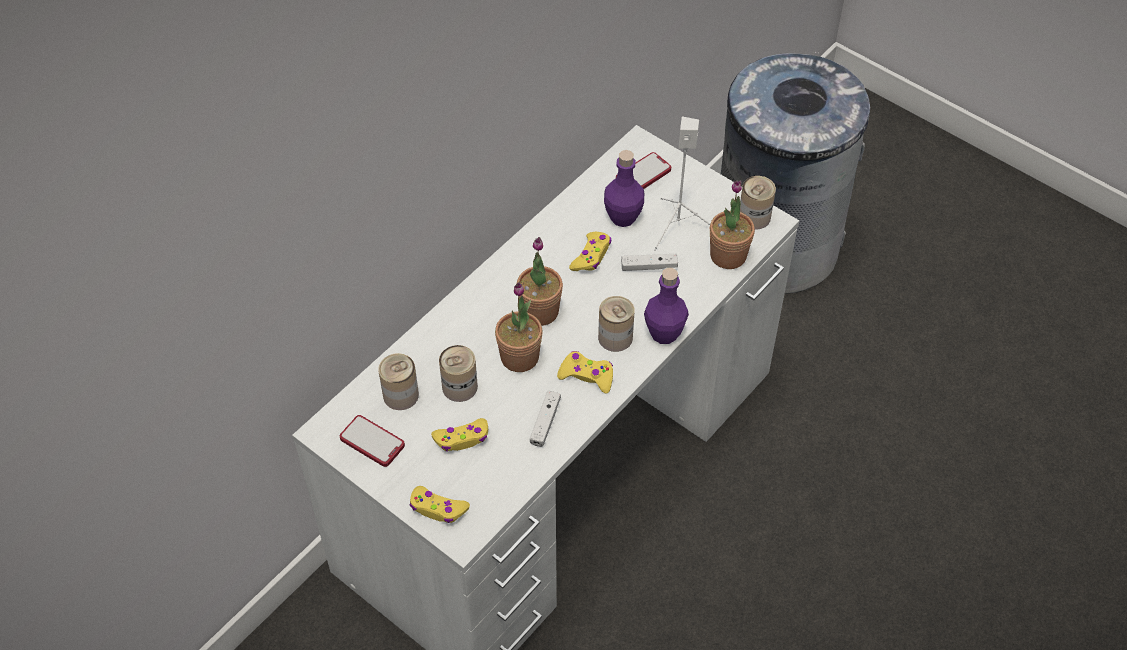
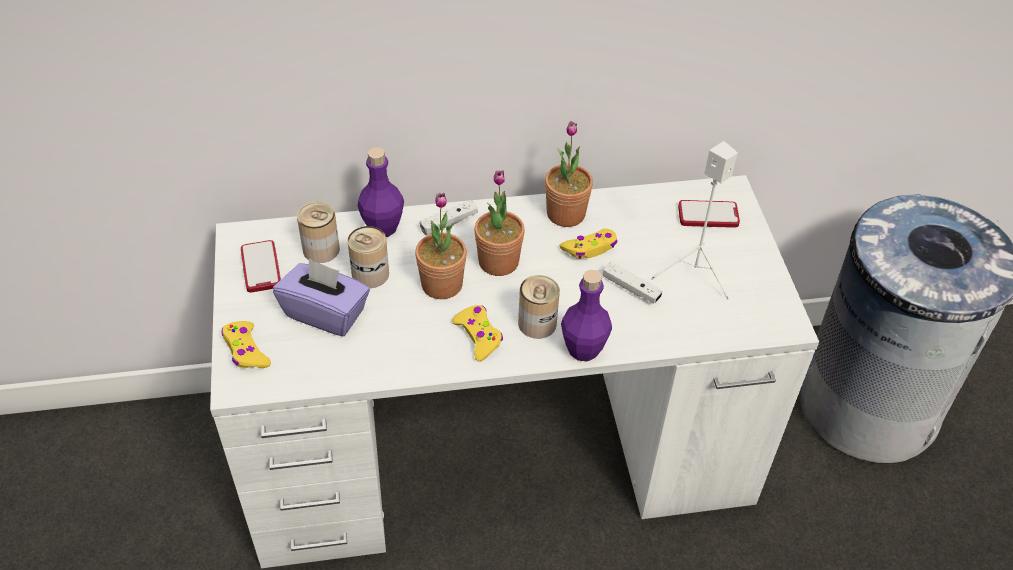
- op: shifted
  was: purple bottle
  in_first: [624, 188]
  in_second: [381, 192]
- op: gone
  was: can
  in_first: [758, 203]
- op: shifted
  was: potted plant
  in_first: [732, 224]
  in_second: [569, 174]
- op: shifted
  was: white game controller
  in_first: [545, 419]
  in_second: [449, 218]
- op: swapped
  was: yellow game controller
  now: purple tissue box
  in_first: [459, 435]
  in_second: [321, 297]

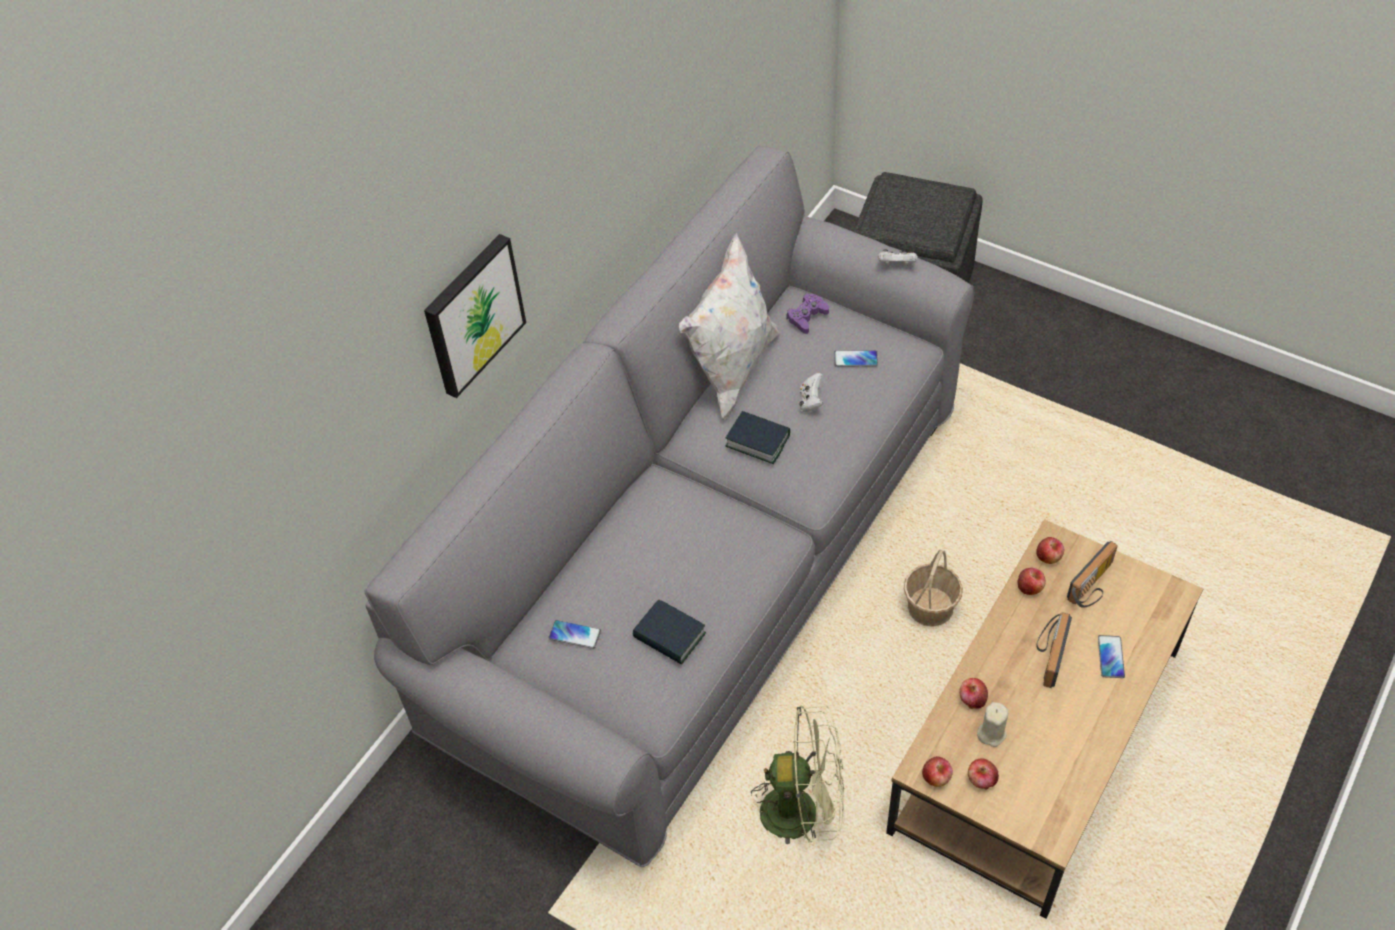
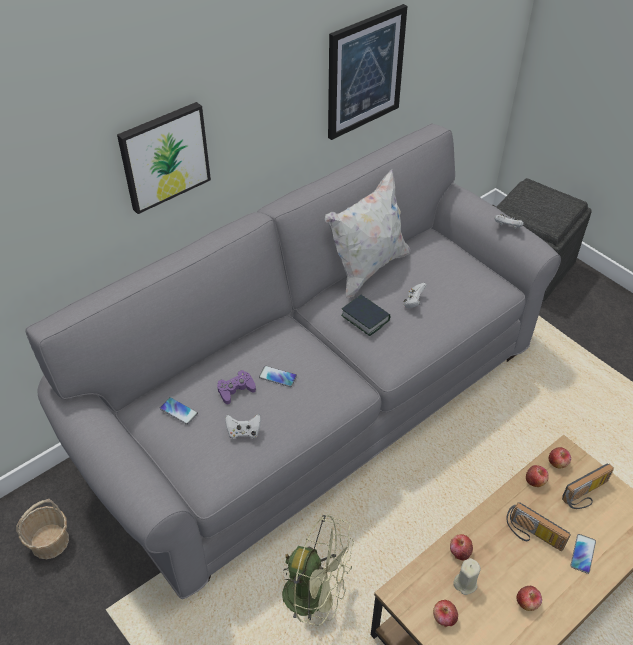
- op: shifted
  was: purple game controller
  in_first: [808, 313]
  in_second: [236, 387]
- op: shifted
  was: phone
  in_first: [856, 358]
  in_second: [278, 376]
- op: shifted
  was: basket
  in_first: [933, 588]
  in_second: [42, 529]
- op: swapped
  was: book
  now: white game controller
  in_first: [669, 632]
  in_second: [243, 426]
- op: rotated
  was: radio
  in_first: [1054, 650]
  in_second: [538, 526]
  clockwise: -90
- op: shifted
  was: apple
  in_first: [937, 771]
  in_second: [529, 598]
- op: new
  now: picture
  in_second: [367, 72]

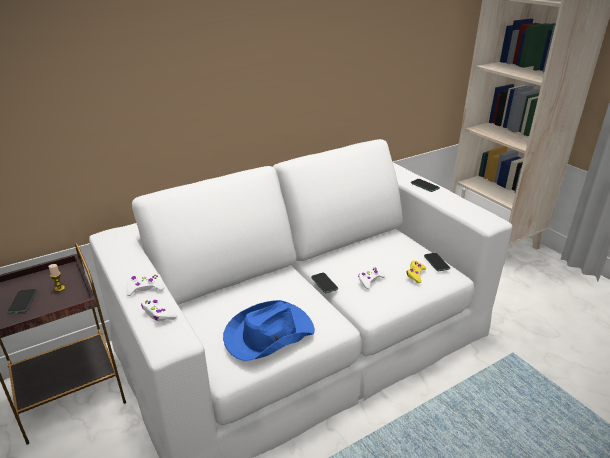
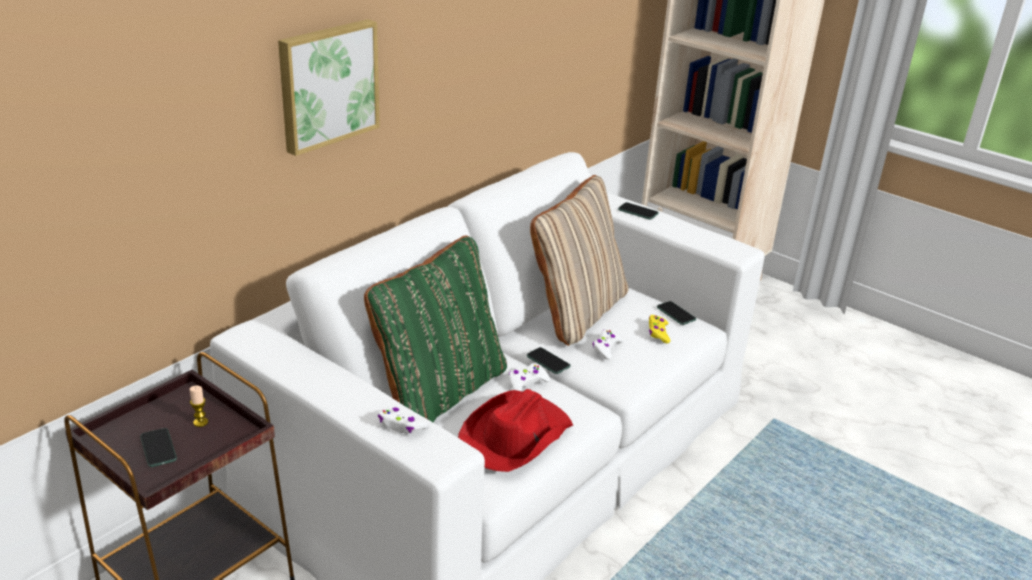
- op: shifted
  was: white game controller
  in_first: [145, 284]
  in_second: [529, 377]
- op: repainted
  was: blue hat
  now: red hat
  in_first: [269, 330]
  in_second: [515, 430]
- op: new
  now: picture
  in_second: [329, 87]
- op: new
  now: beige pillow
  in_second: [579, 260]
- op: new
  now: green pillow
  in_second: [435, 329]

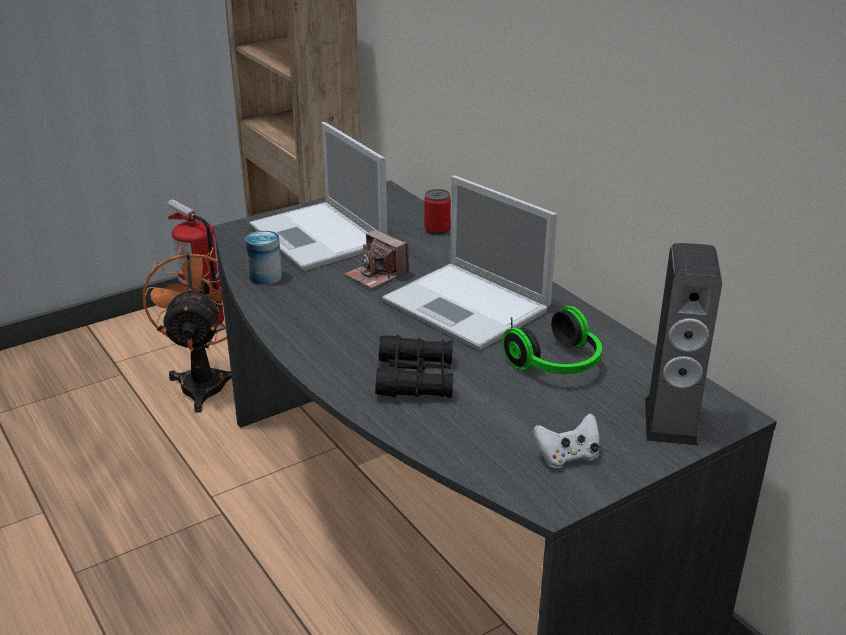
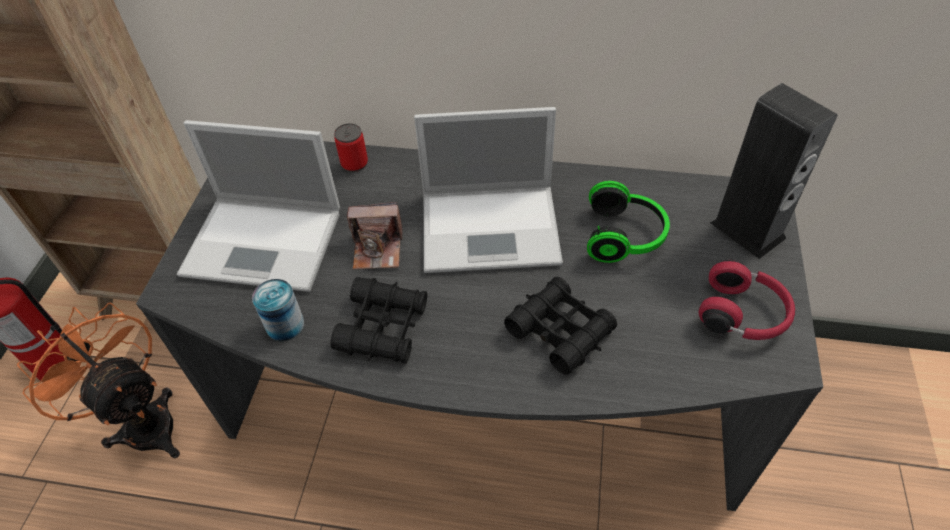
- op: swapped
  was: white game controller
  now: red headphones
  in_first: [566, 441]
  in_second: [747, 300]
- op: new
  now: black binoculars
  in_second: [379, 320]

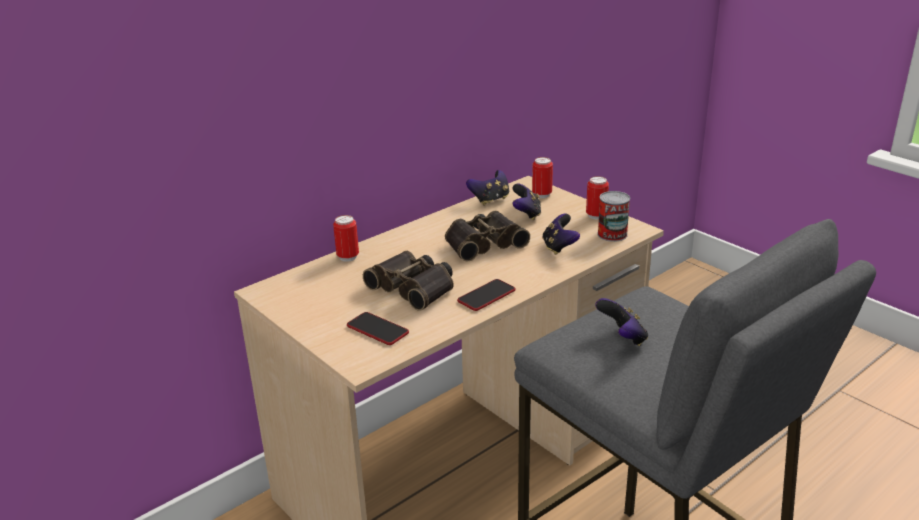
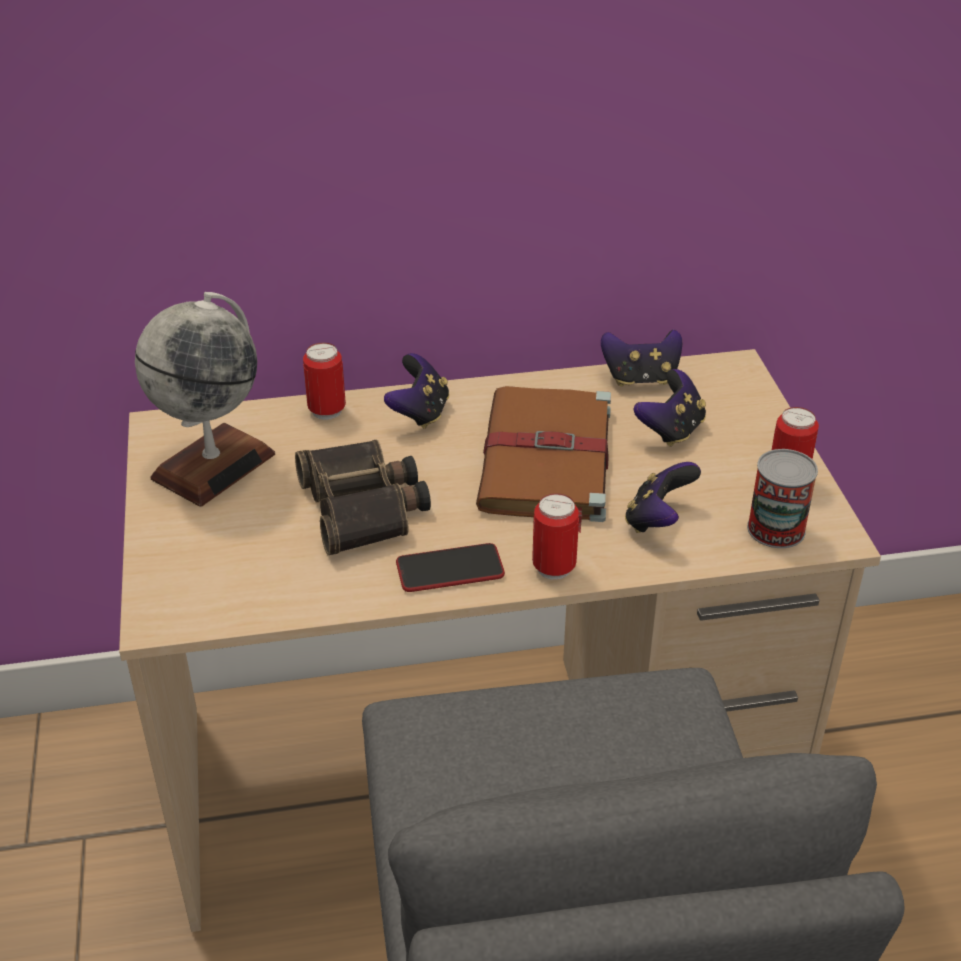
- op: shifted
  was: can
  in_first: [542, 177]
  in_second: [555, 536]
- op: swapped
  was: binoculars
  now: brown book
  in_first: [487, 236]
  in_second: [543, 459]
- op: shifted
  was: game controller
  in_first: [621, 322]
  in_second: [416, 391]
- op: gone
  was: phone
  in_first: [378, 328]
- op: new
  now: globe
  in_second: [205, 399]

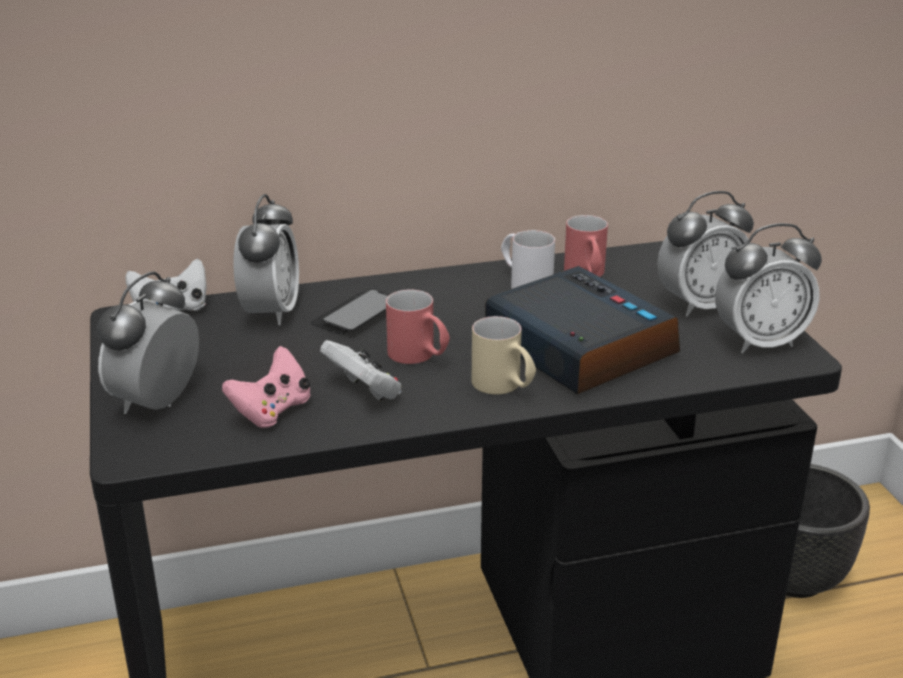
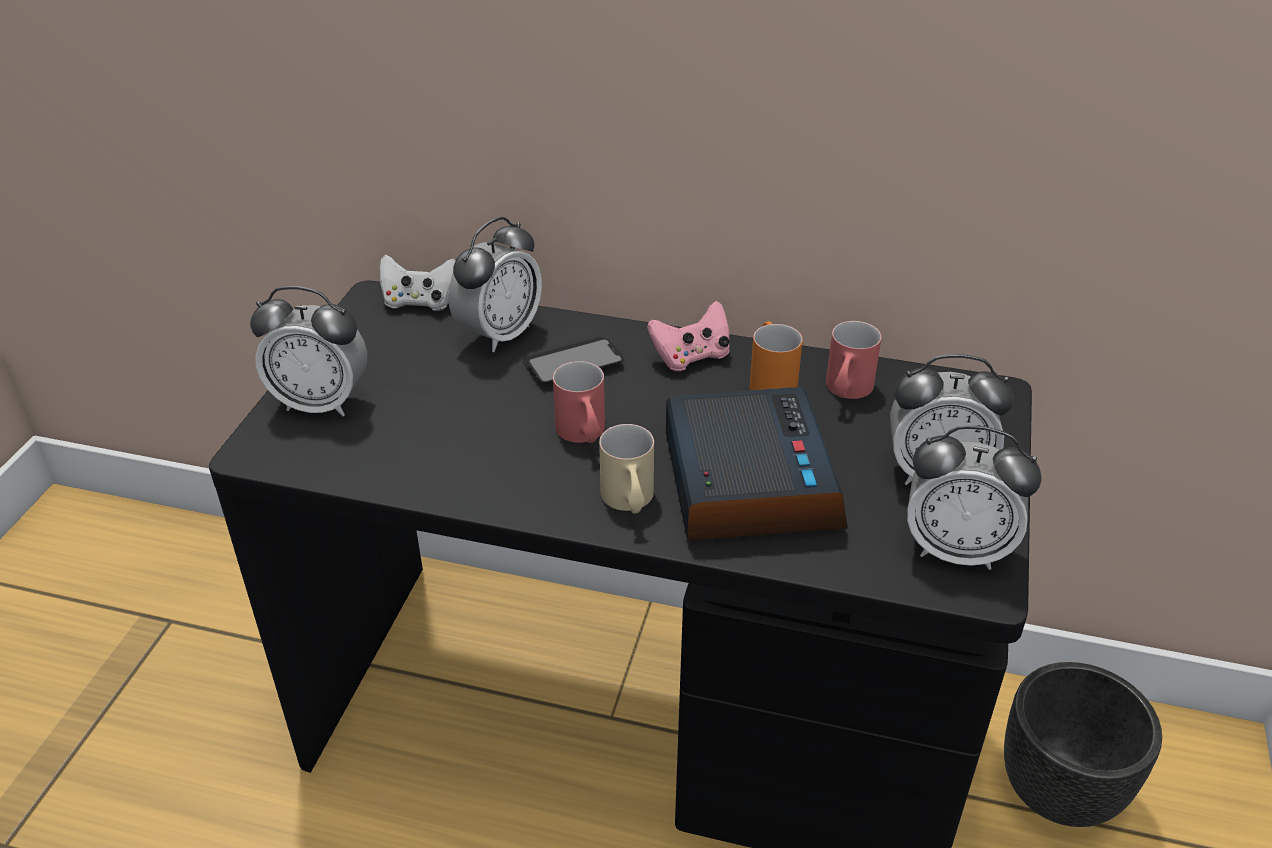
- op: repainted
  was: white mug
  now: orange mug
  in_first: [528, 259]
  in_second: [776, 356]
- op: rotated
  was: alarm clock
  in_first: [148, 342]
  in_second: [308, 351]
  clockwise: -135
- op: gone
  was: white game controller
  in_first: [361, 370]
- op: shifted
  was: pink game controller
  in_first: [266, 387]
  in_second: [688, 336]

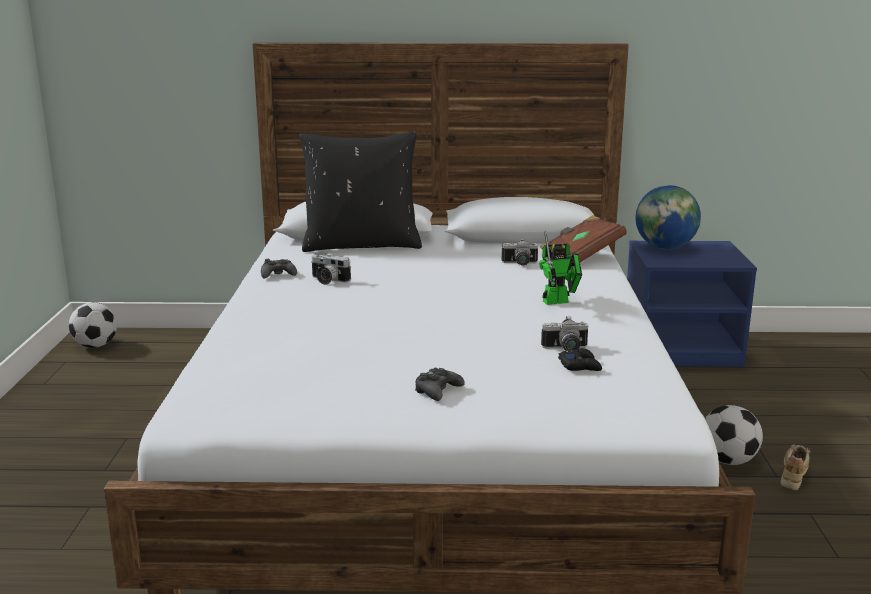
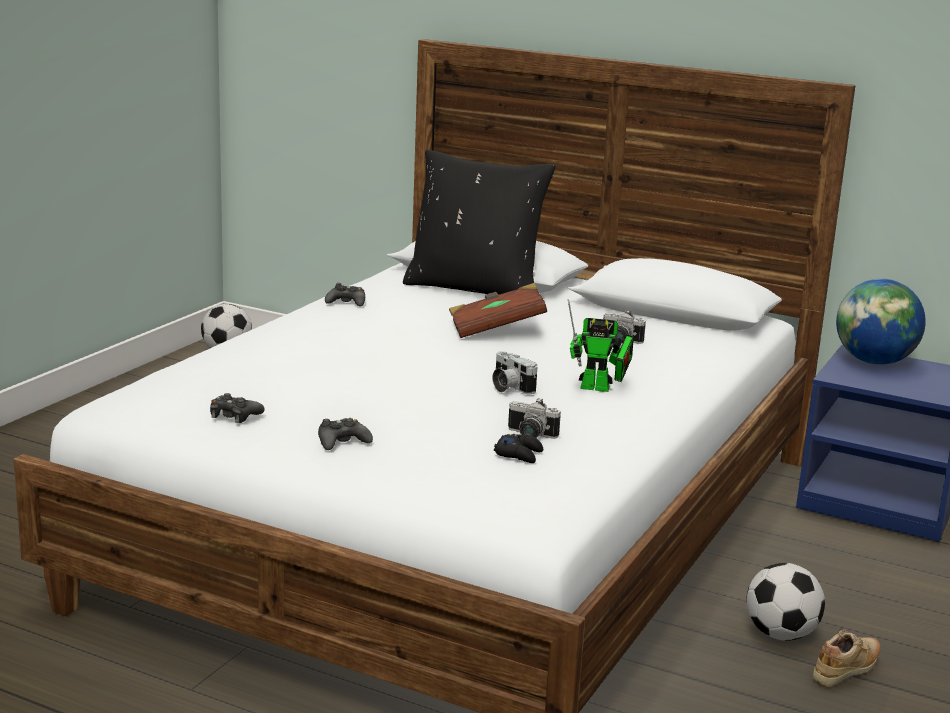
- op: shifted
  was: brown book
  in_first: [583, 238]
  in_second: [498, 310]
- op: shifted
  was: photo camera
  in_first: [331, 270]
  in_second: [514, 372]
- op: new
  now: black game controller
  in_second: [237, 408]

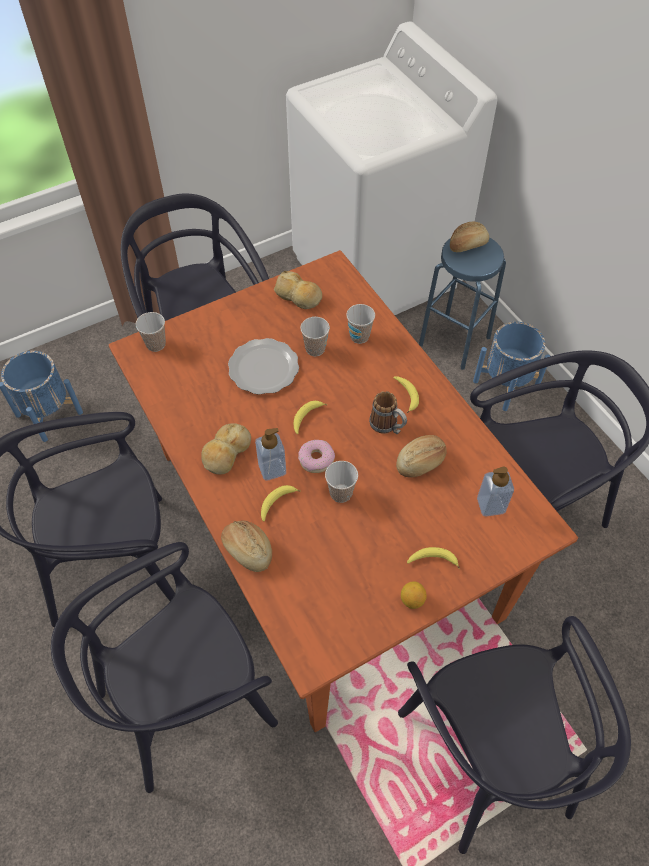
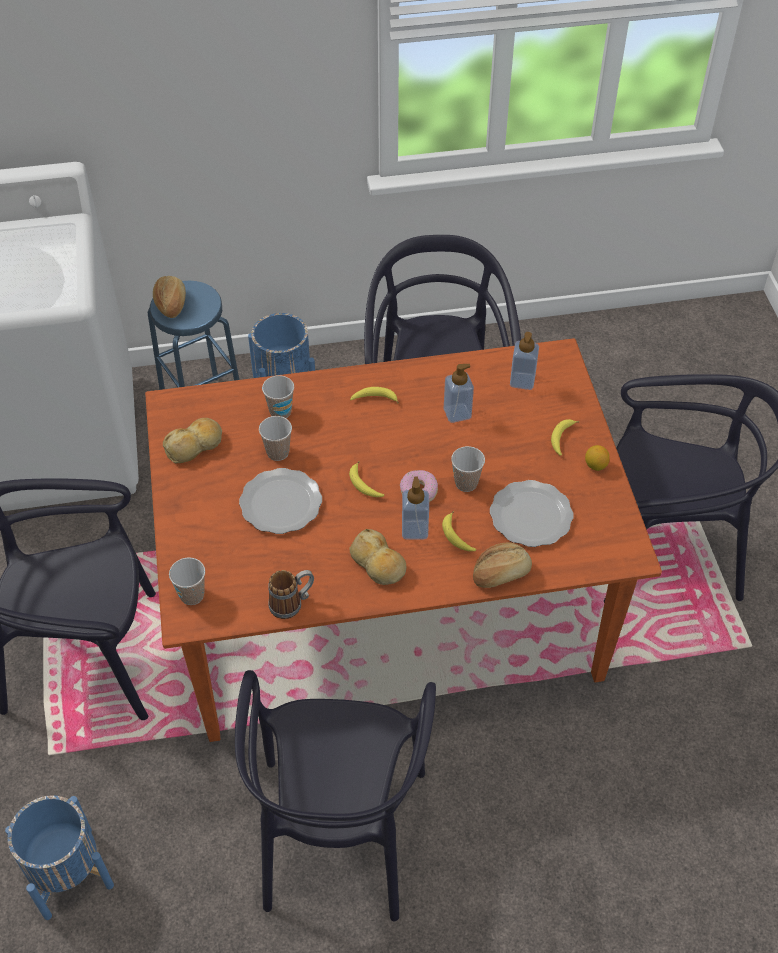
- op: shifted
  was: mug
  in_first: [388, 412]
  in_second: [291, 594]
- op: swapped
  was: bread
  now: soap dispenser
  in_first: [421, 456]
  in_second: [459, 393]
- op: gone
  was: black chair
  in_first: [164, 667]
- op: new
  now: plate
  in_second: [532, 513]

